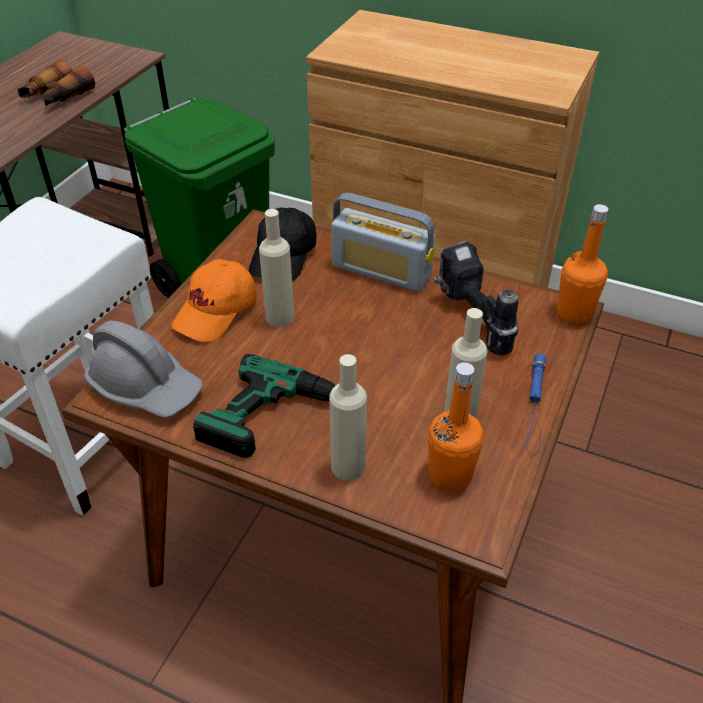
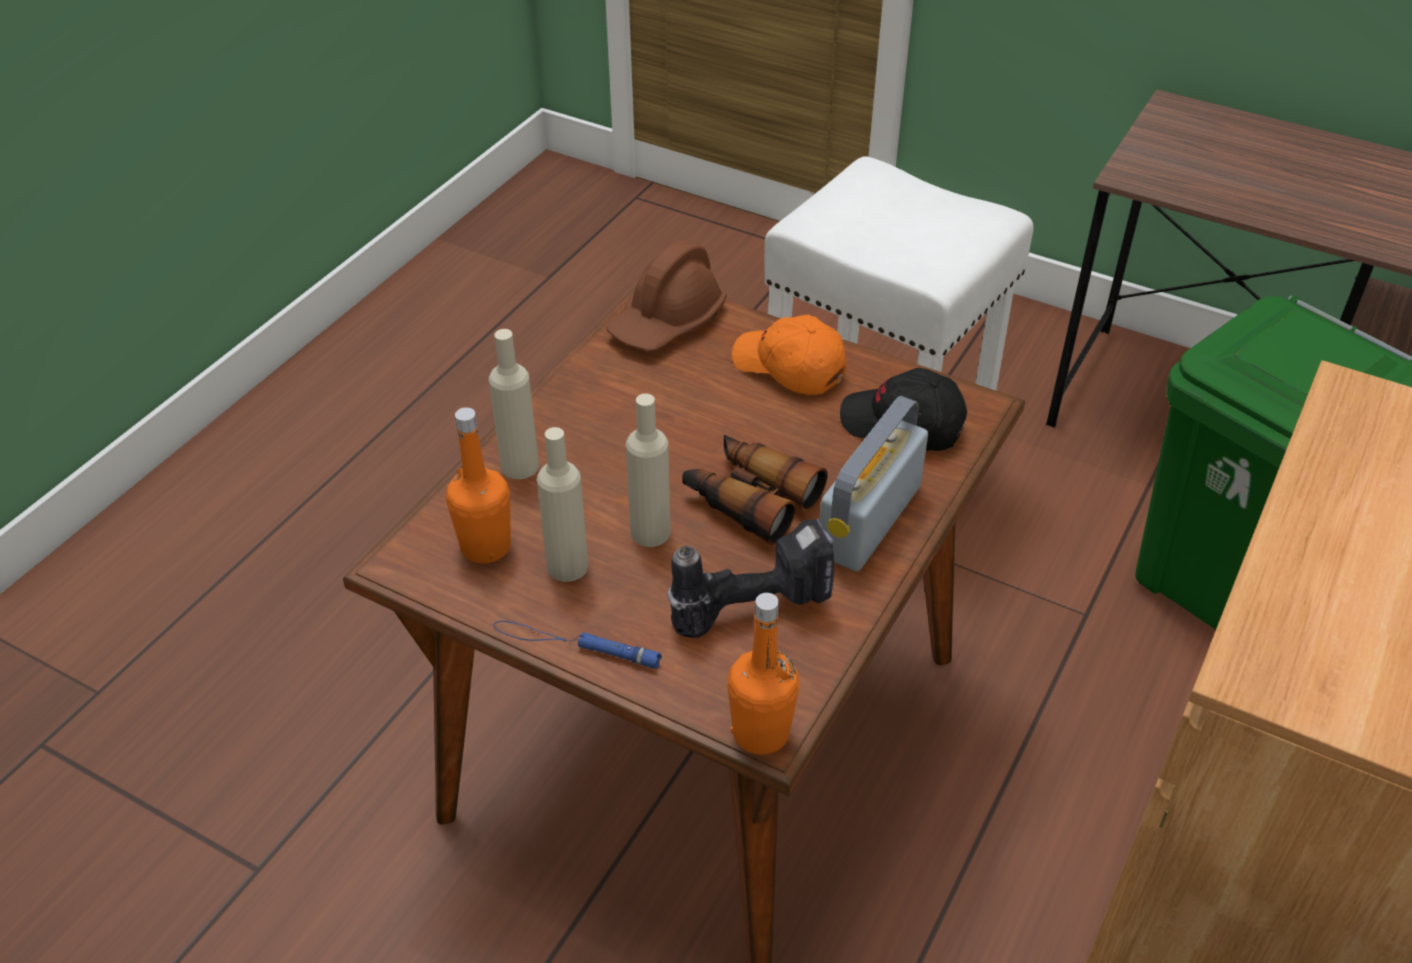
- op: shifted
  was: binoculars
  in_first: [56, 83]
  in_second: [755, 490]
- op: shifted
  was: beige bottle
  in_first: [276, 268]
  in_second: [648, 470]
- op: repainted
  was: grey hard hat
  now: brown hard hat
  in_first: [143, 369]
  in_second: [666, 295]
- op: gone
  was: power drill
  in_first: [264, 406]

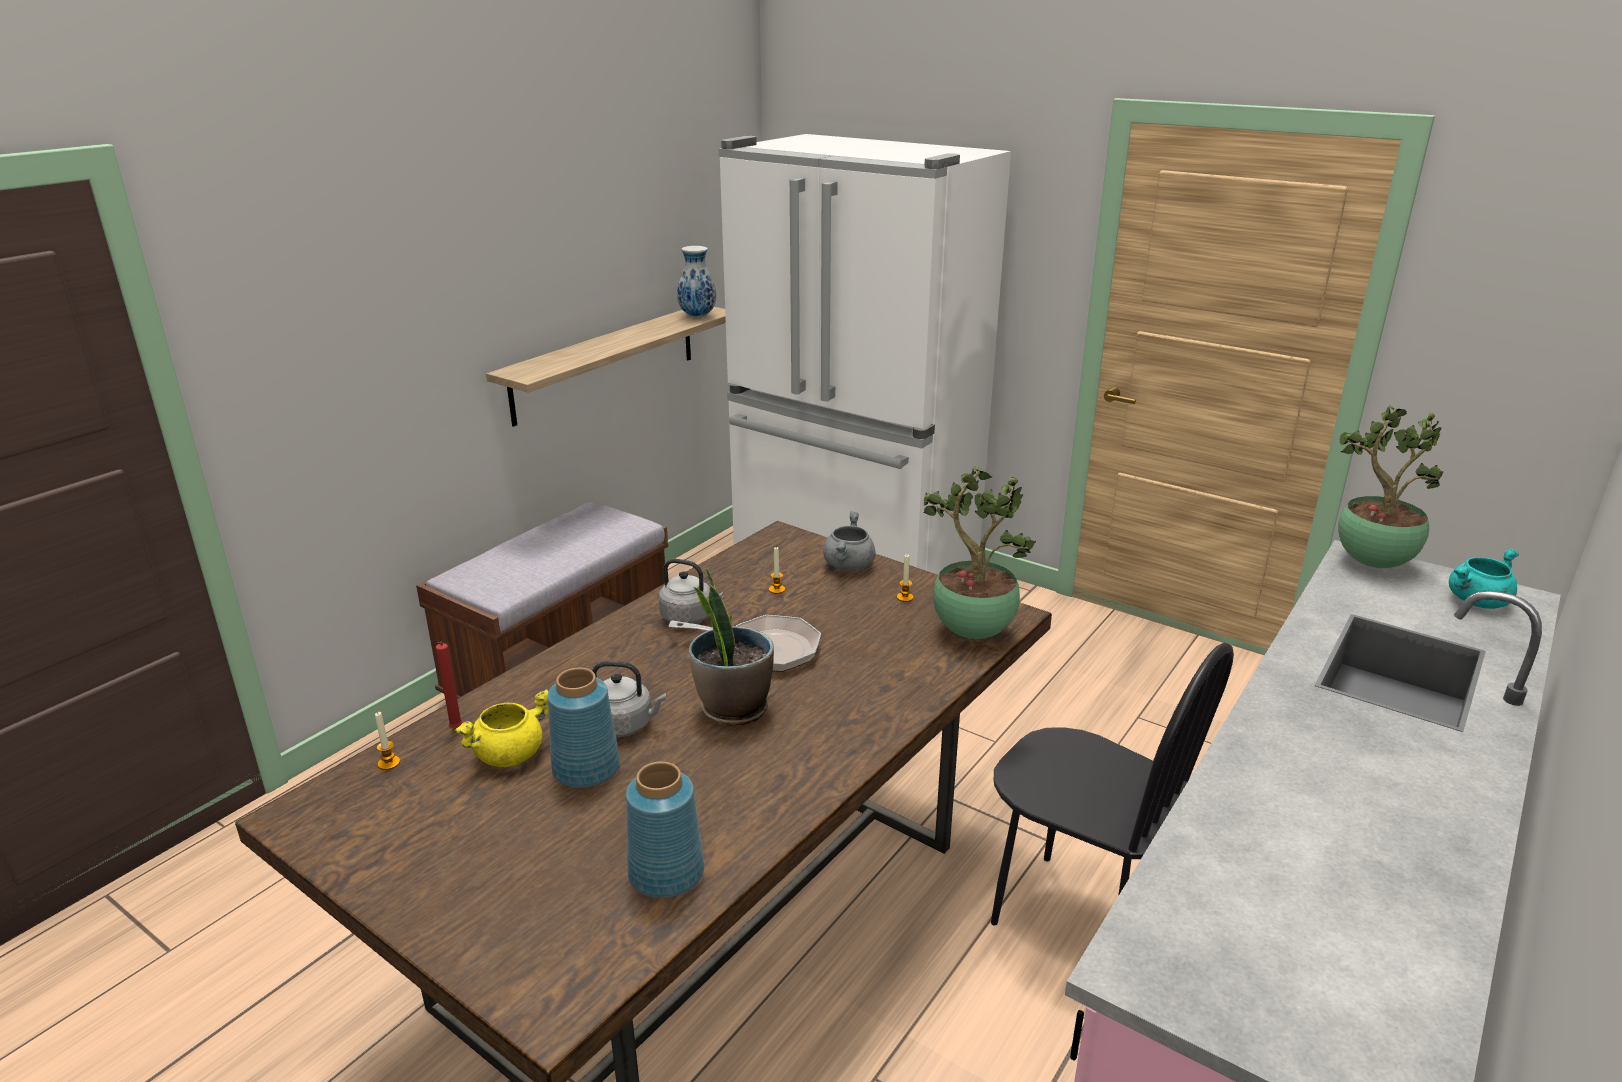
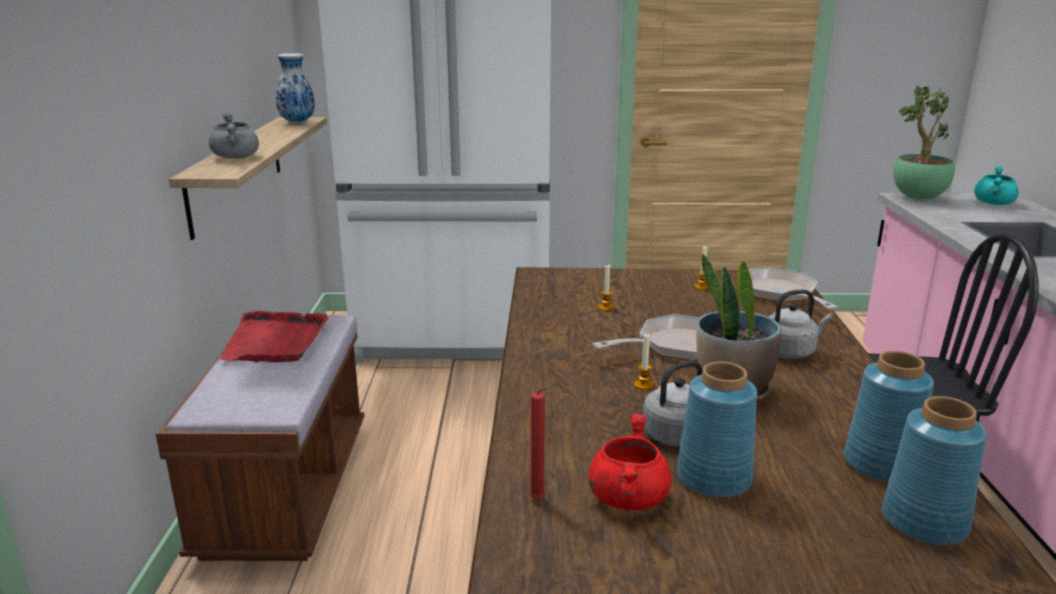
- op: swapped
  was: potted plant
  now: frying pan
  in_first: [979, 552]
  in_second: [793, 288]
- op: shifted
  was: grey cooking pot
  in_first: [849, 541]
  in_second: [233, 136]
- op: shifted
  was: grey kettle
  in_first: [691, 592]
  in_second: [800, 324]
- op: repainted
  was: yellow cooking pot
  now: red cooking pot
  in_first: [502, 728]
  in_second: [630, 461]
- op: shifted
  was: candle
  in_first: [387, 741]
  in_second: [644, 362]
- op: new
  now: red tray
  in_second: [274, 336]
- op: new
  now: blue vase
  in_second: [889, 417]

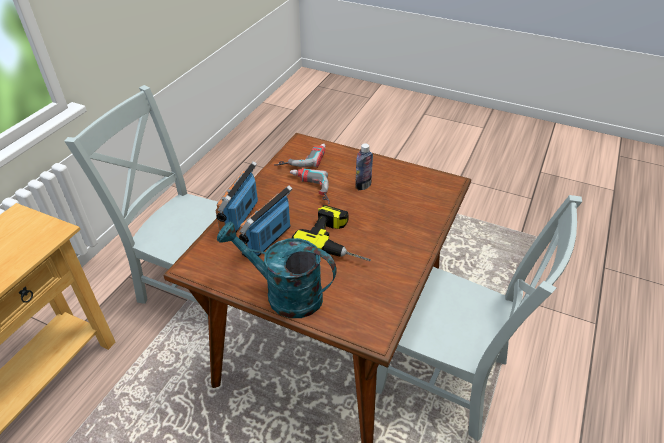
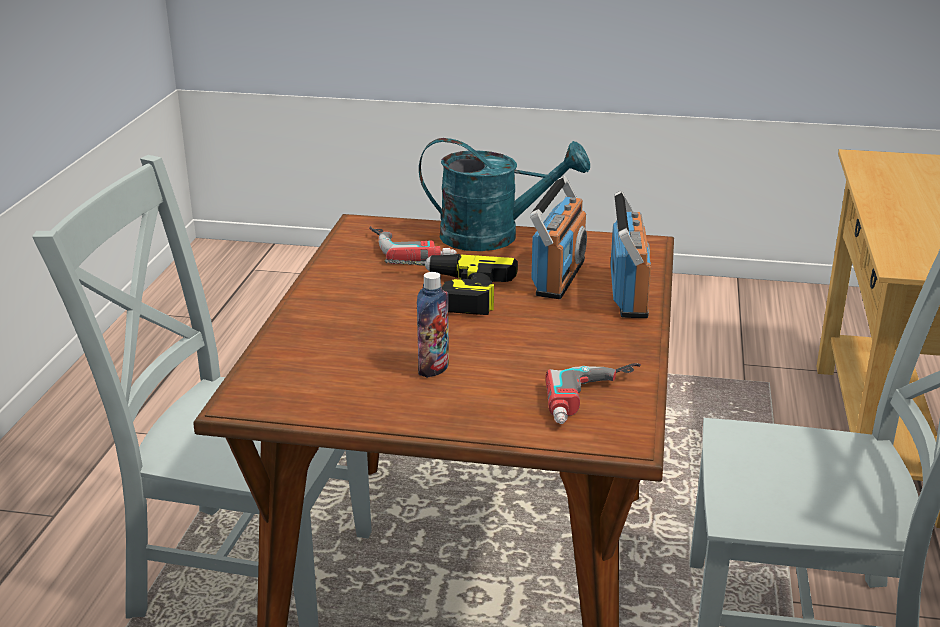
- op: shifted
  was: power drill
  in_first: [310, 186]
  in_second: [413, 245]

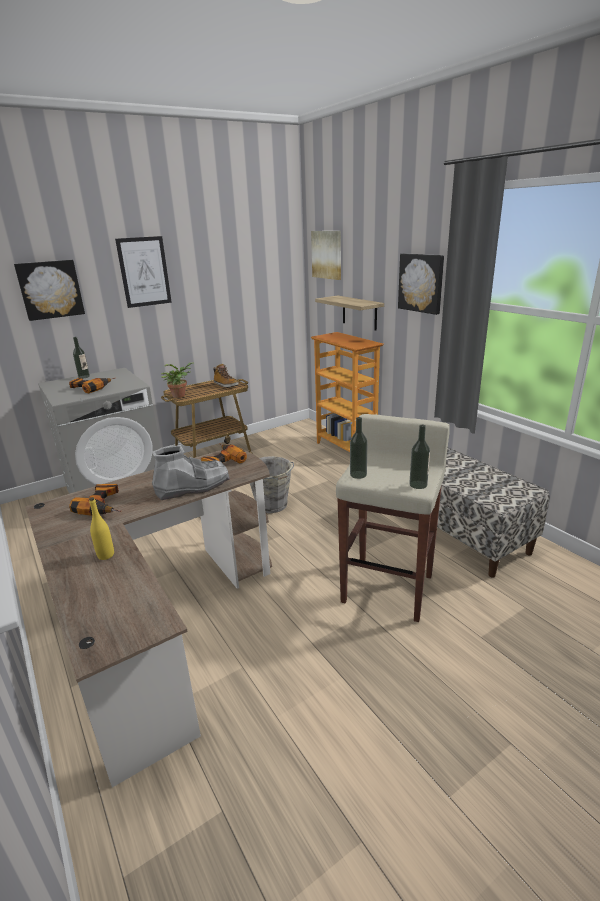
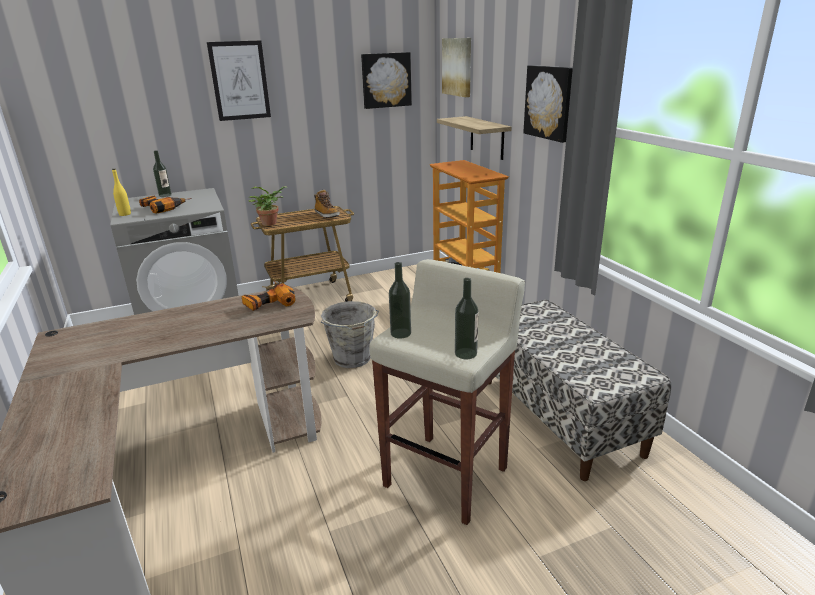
- op: shifted
  was: picture
  in_first: [49, 290]
  in_second: [386, 80]
- op: gone
  was: grey boot
  in_first: [191, 472]
- op: gone
  was: power drill
  in_first: [95, 500]
- op: shifted
  was: yellow bottle
  in_first: [101, 528]
  in_second: [121, 192]

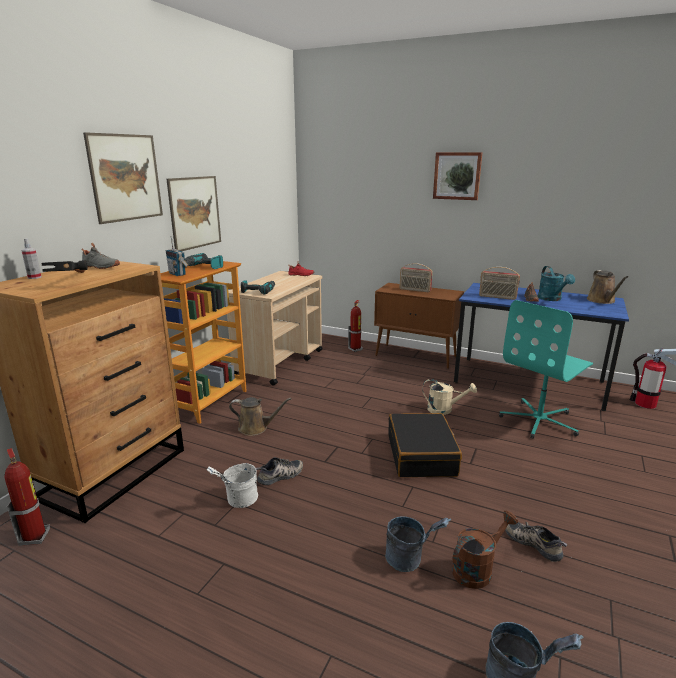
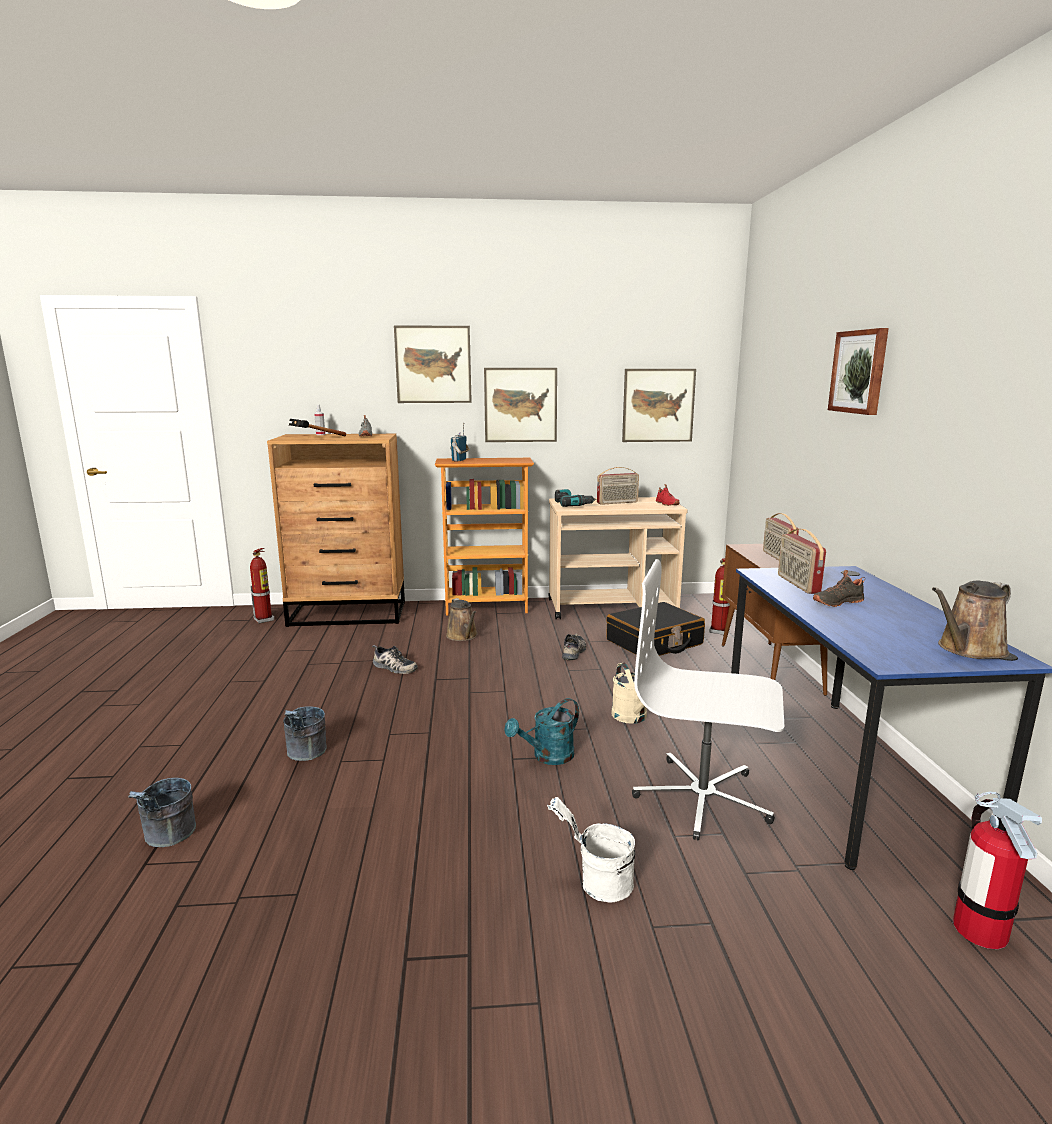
- op: gone
  was: power drill
  in_first: [204, 261]
- op: shifted
  was: turquoise watering can
  in_first: [556, 283]
  in_second: [541, 731]
- op: repainted
  was: turquoise office chair
  now: white office chair
  in_first: [546, 369]
  in_second: [708, 699]
- op: shifted
  was: black suitcase
  in_first: [425, 445]
  in_second: [655, 629]
- op: shifted
  was: white bucket
  in_first: [232, 485]
  in_second: [591, 849]
- op: gone
  was: brown watering can
  in_first: [485, 550]
- op: shifted
  was: shoe
  in_first: [536, 542]
  in_second: [574, 647]
- op: new
  now: picture
  in_second: [659, 405]
- op: new
  now: radio
  in_second: [618, 486]

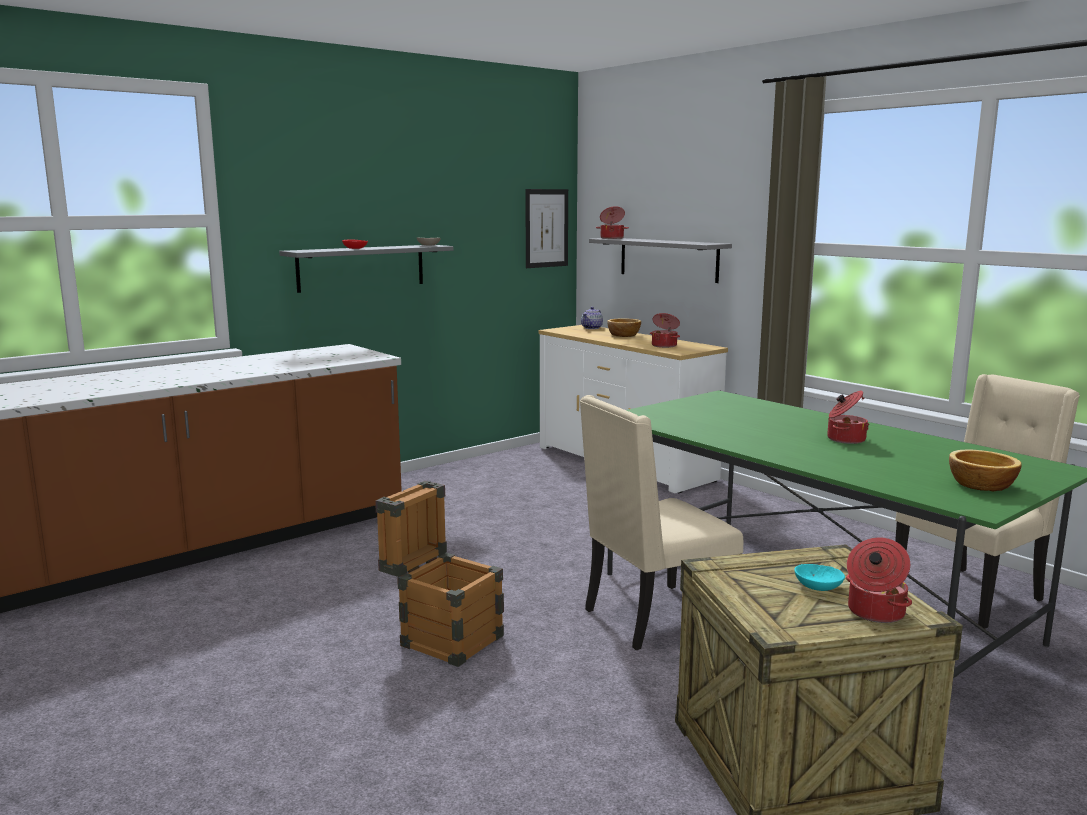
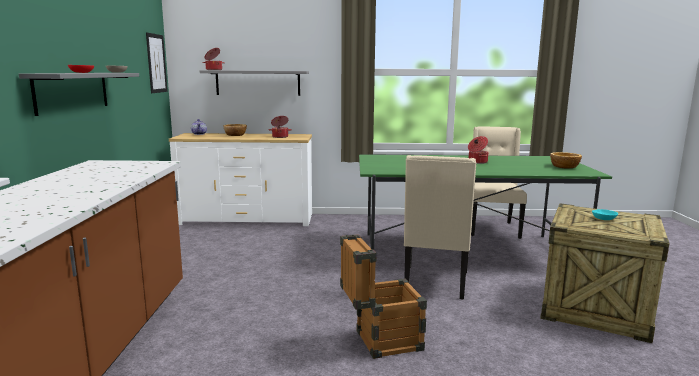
- op: gone
  was: cooking pot
  in_first: [879, 580]

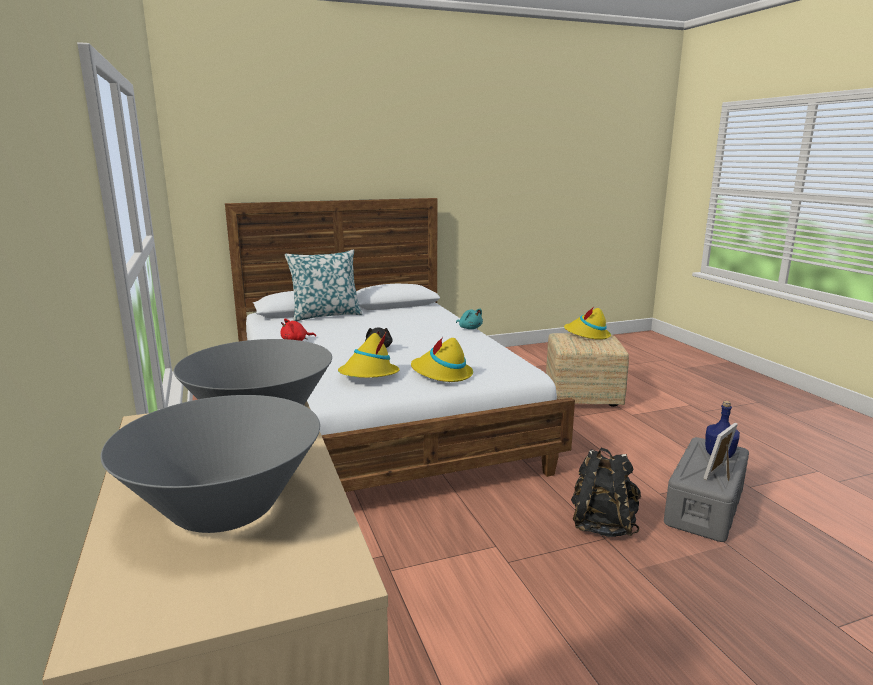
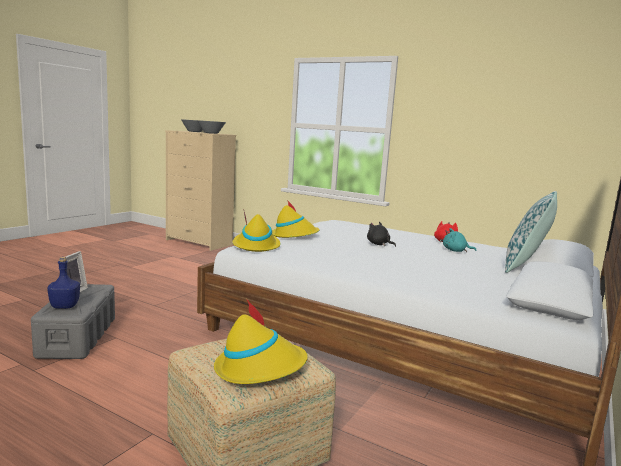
- op: shifted
  was: turquoise plush toy
  in_first: [469, 319]
  in_second: [460, 240]
- op: shifted
  was: yellow hat
  in_first: [369, 354]
  in_second: [257, 232]
- op: gone
  was: black backpack
  in_first: [606, 492]

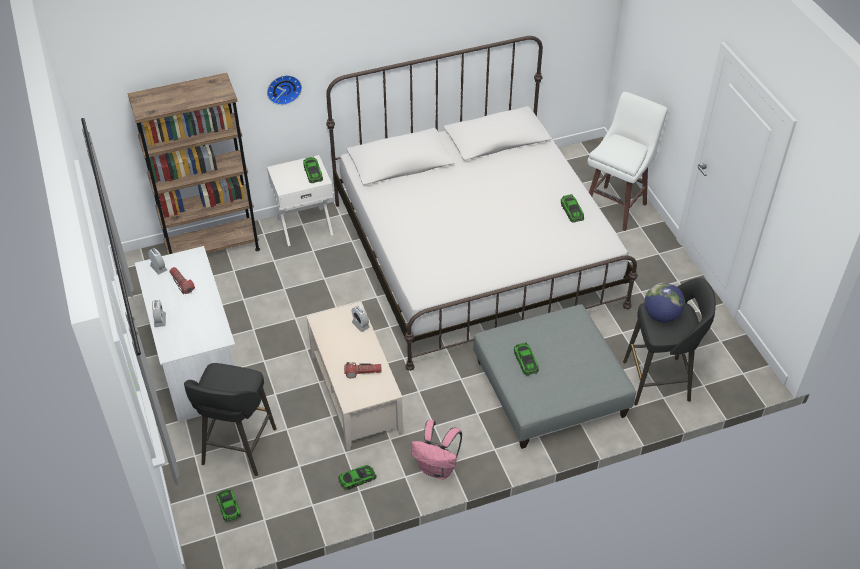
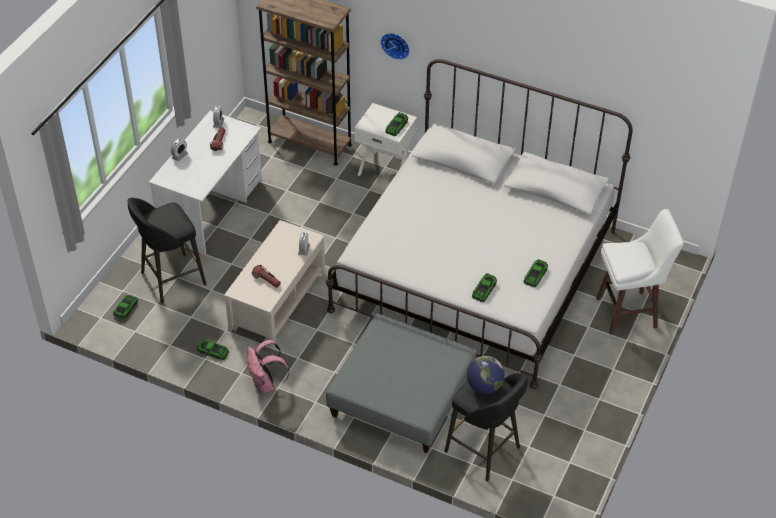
- op: shifted
  was: toy car
  in_first: [526, 358]
  in_second: [484, 287]

